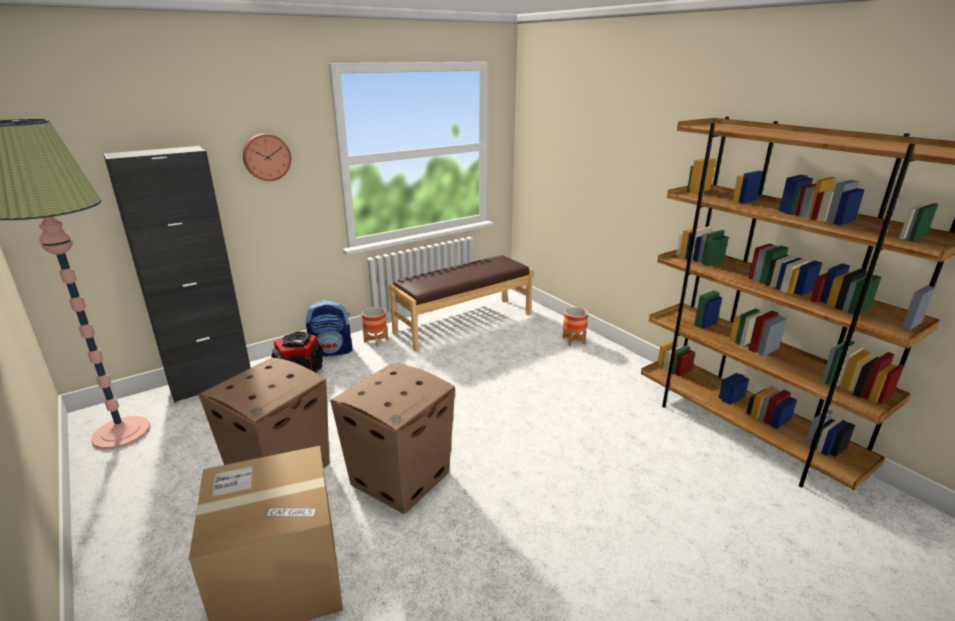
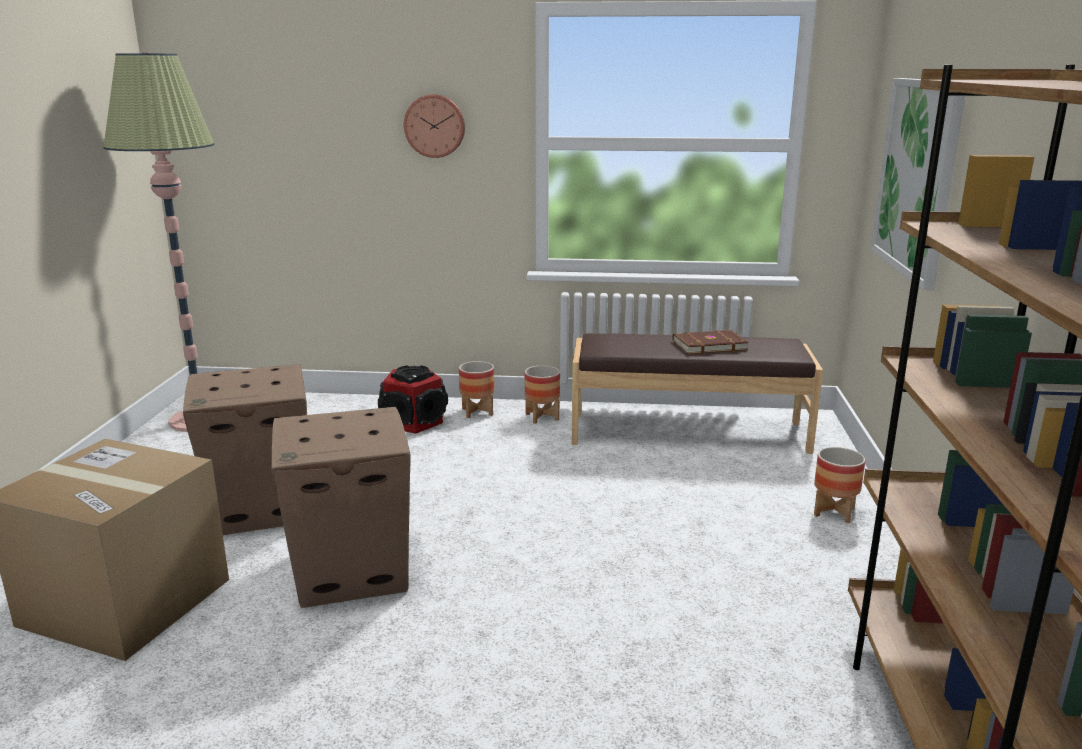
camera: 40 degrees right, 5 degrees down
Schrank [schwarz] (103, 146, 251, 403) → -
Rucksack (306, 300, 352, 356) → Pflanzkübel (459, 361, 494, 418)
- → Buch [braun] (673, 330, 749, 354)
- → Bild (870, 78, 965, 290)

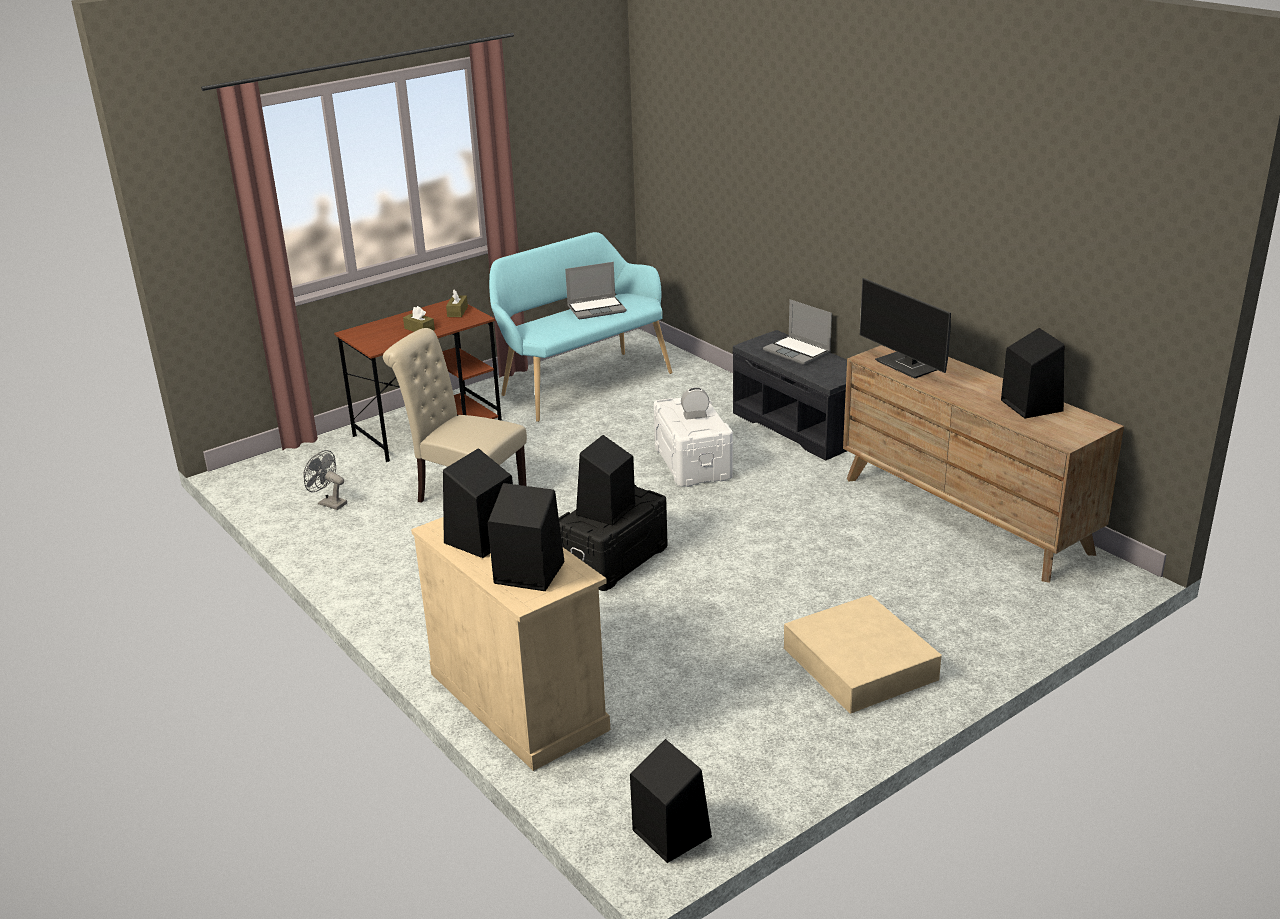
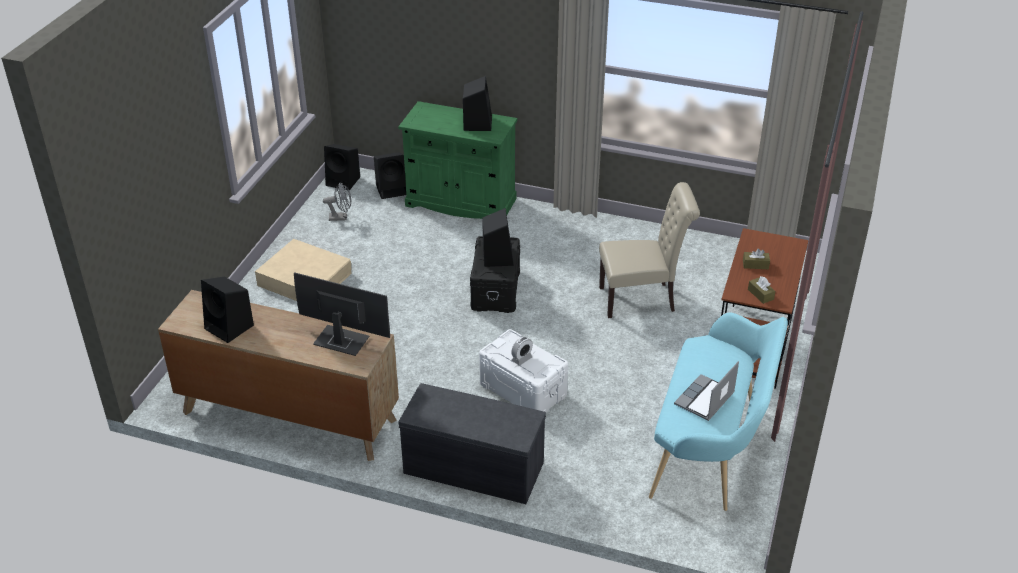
camera: 145 degrees right, 10 degrees up
Ventilator [grau] (303, 450, 347, 510) → Ventilator [grau] (323, 182, 351, 221), shifted
Schrank [beige] (411, 517, 610, 771) → Schrank [grün] (398, 101, 518, 219)
Lautsprecher [schwarz] (487, 483, 565, 591) → Lautsprecher [schwarz] (374, 152, 406, 199), shifted
Laptop (763, 299, 832, 365) → -

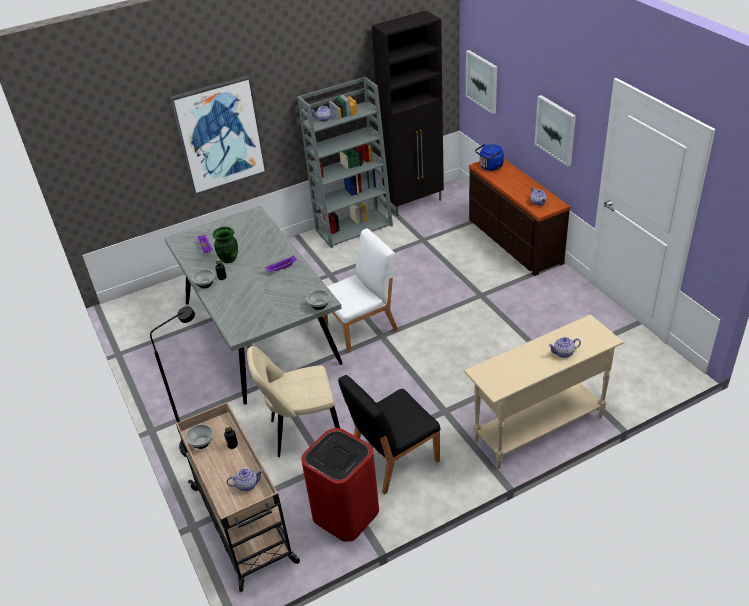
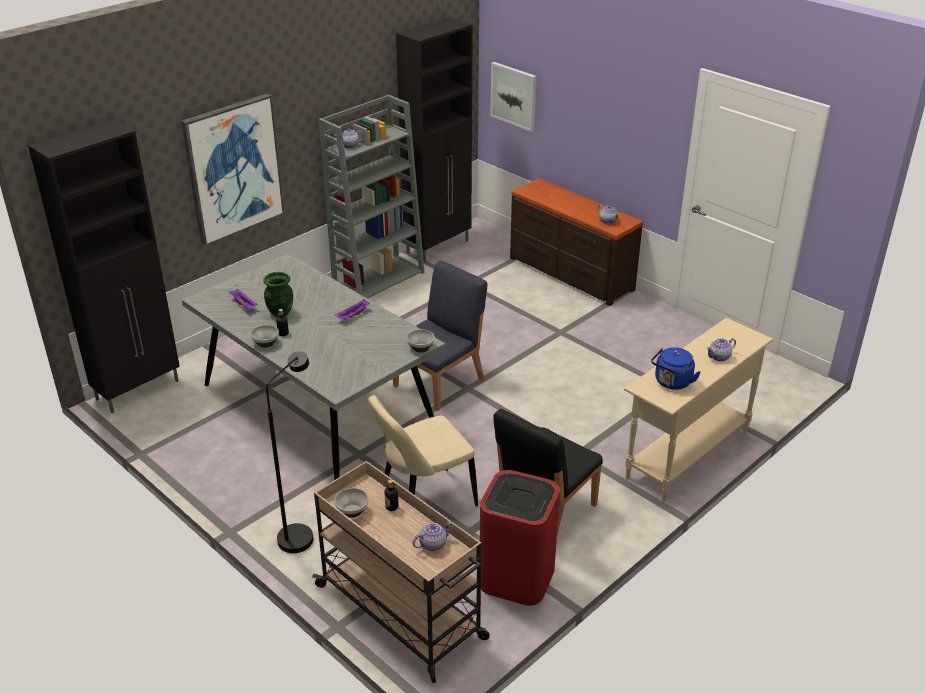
camera: 20 degrees left, 5 degrees down
Stuhl [weiß] (323, 228, 398, 353) → Stuhl [blau] (393, 260, 487, 411)
Wasserkessel [blau] (475, 144, 504, 171) → Wasserkessel [blau] (651, 347, 701, 390), shifted
Bild (535, 95, 576, 166) → -
- → Schrank [schwarz] (28, 119, 180, 413)

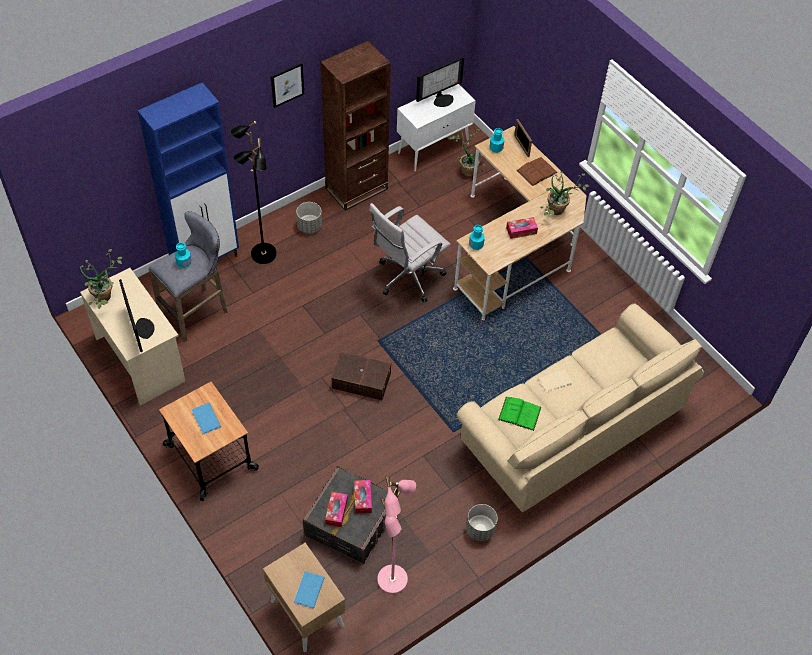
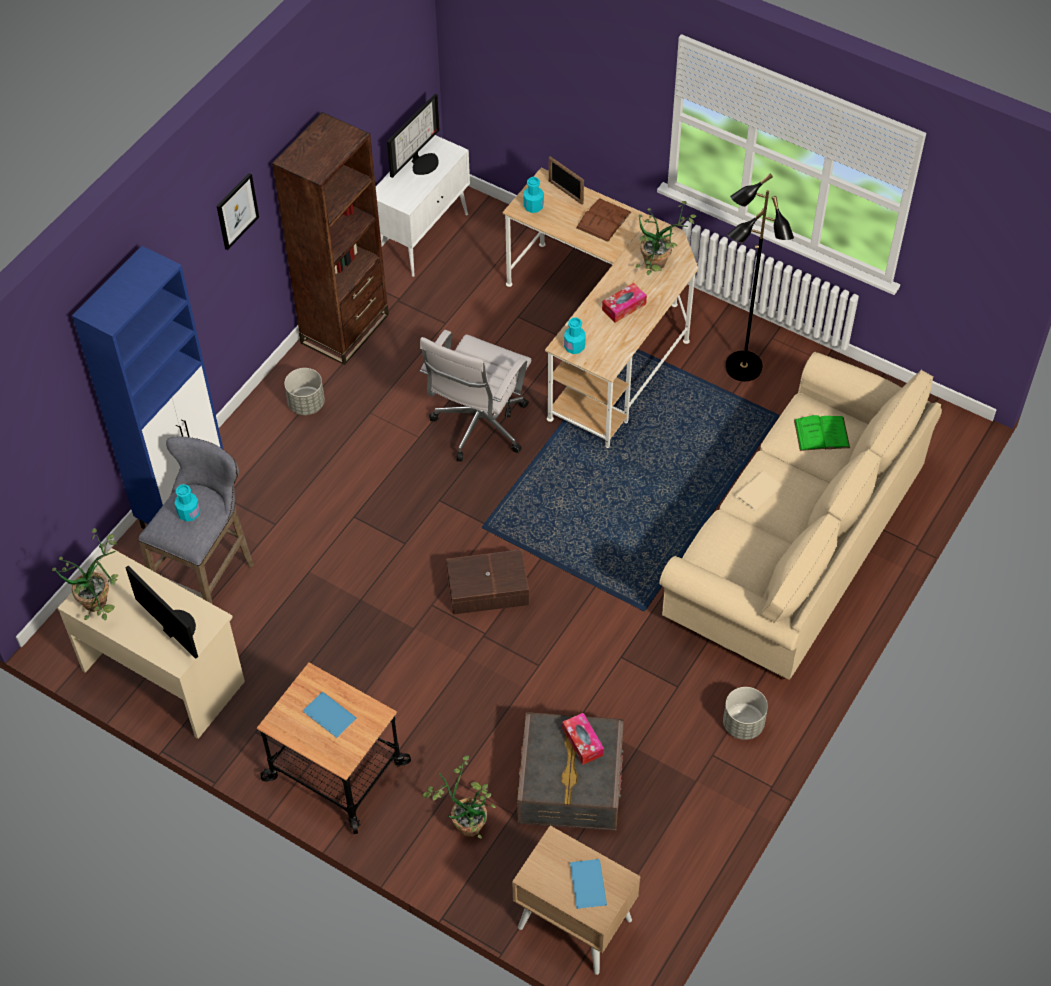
camera: 20 degrees left, 0 degrees up
Stehlampe [schwarz] (230, 121, 277, 264) → Stehlampe [schwarz] (725, 173, 794, 381), shifted
Taschentuchbox (325, 492, 348, 527) → -
Stehlampe [rosa] (377, 476, 416, 594) → -
Topfpflanze (448, 129, 485, 177) → Topfpflanze (423, 756, 496, 838), shifted
Buch [grün] (498, 397, 541, 431) → Buch [grün] (794, 415, 850, 451), shifted

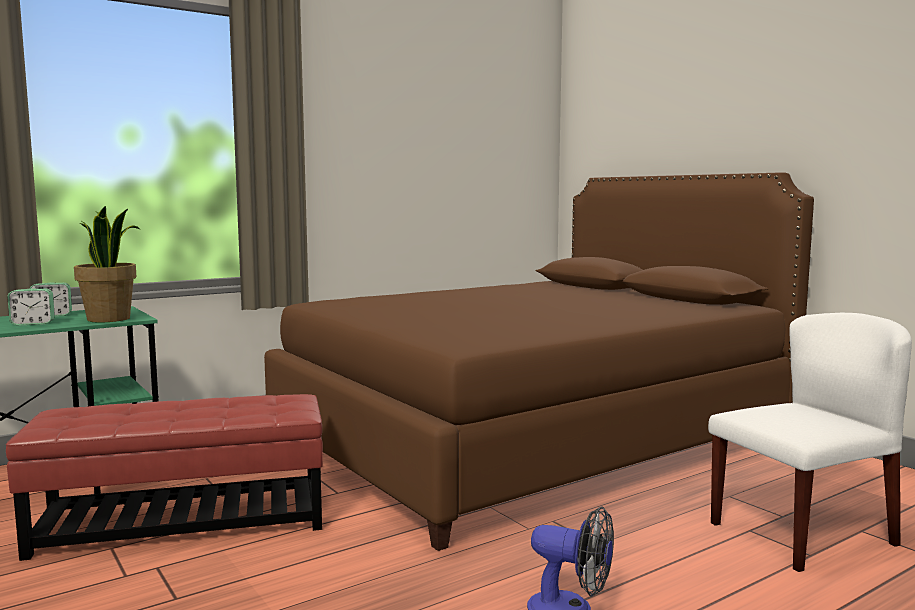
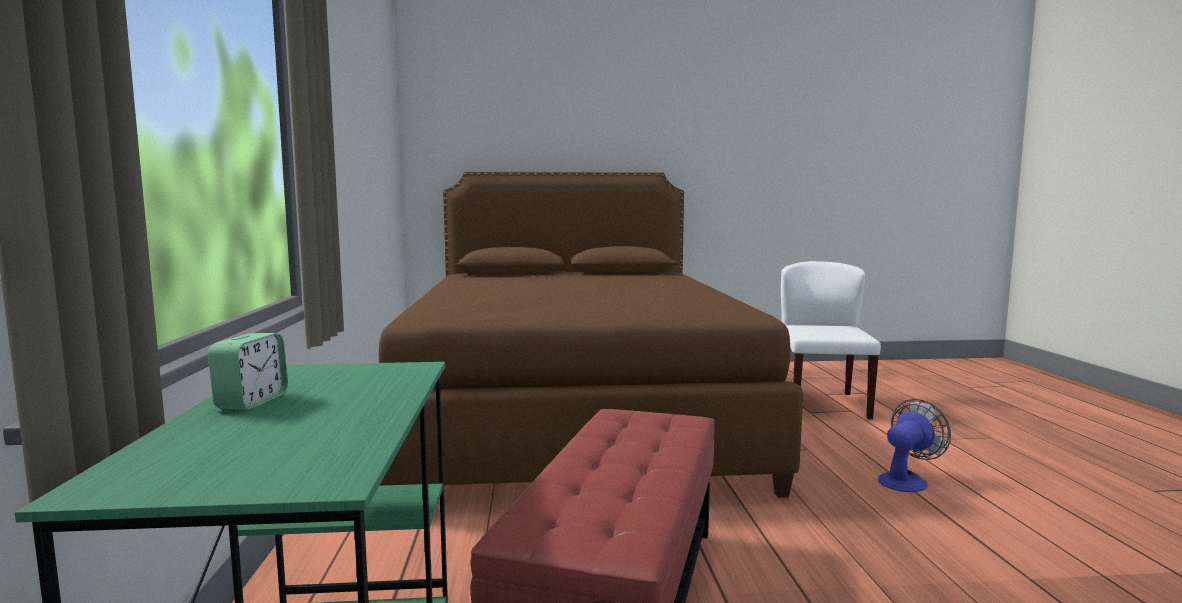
camera: 60 degrees left, 0 degrees up
Wecker (8, 289, 55, 326) → -
Topfpflanze (74, 206, 140, 322) → -

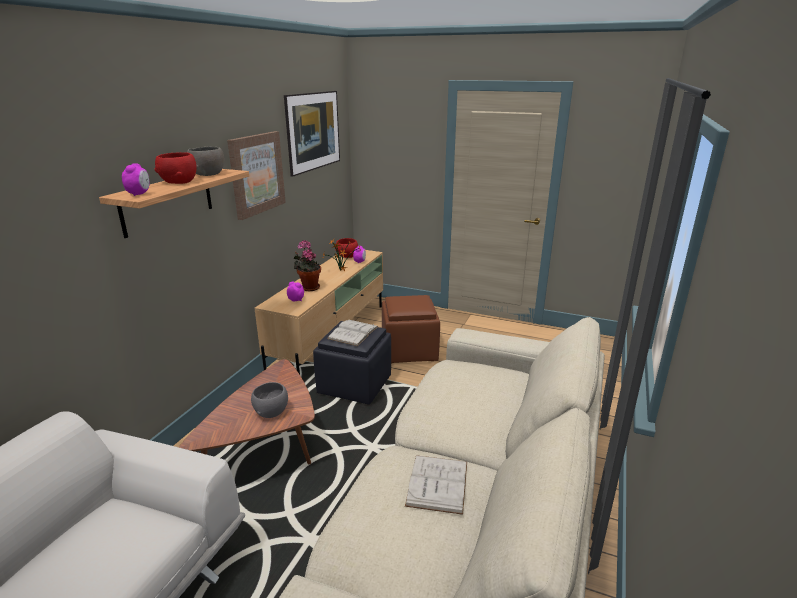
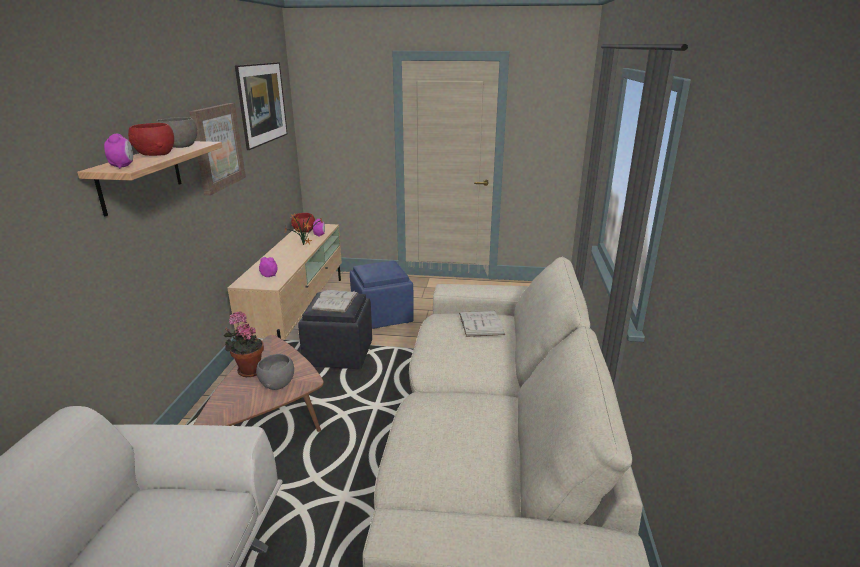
camera: 15 degrees left, 0 degrees up
Topfpflanze (294, 240, 321, 291) → Topfpflanze (224, 312, 264, 377), shifted
Polsterhocker [braun] (382, 295, 440, 363) → Polsterhocker [blau] (350, 261, 414, 329)
Buch [weiß] (405, 455, 467, 515) → Buch [weiß] (459, 311, 505, 337), shifted

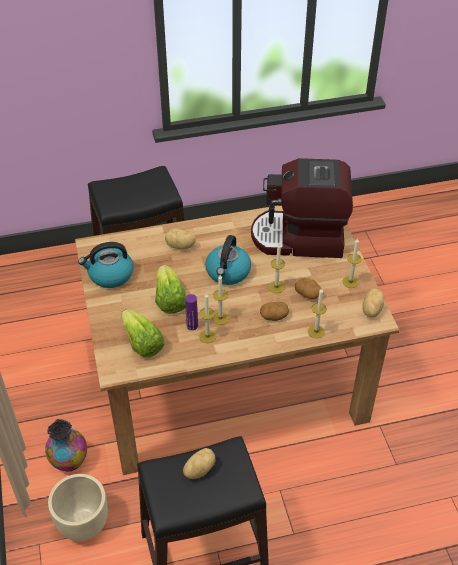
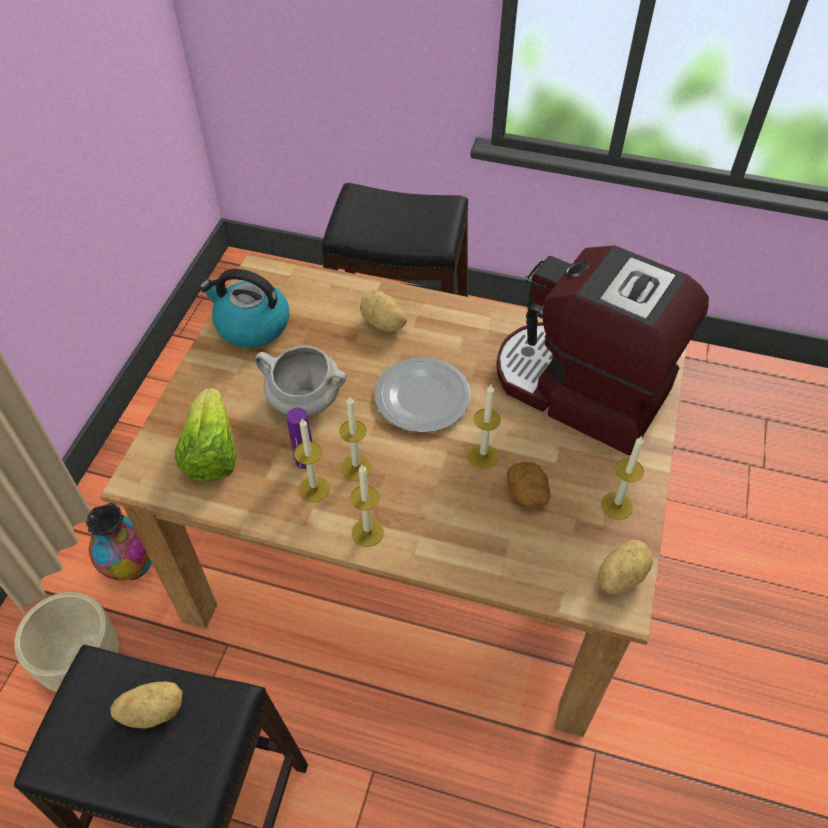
camera: 30 degrees right, 5 degrees up
Salatkopf (155, 265, 186, 314) → Kochtopf [weiß] (255, 346, 347, 417)
Wasserkessel (205, 235, 251, 285) → Teller (374, 357, 471, 433)
Kartoffel (260, 302, 289, 321) → -
Kerze (308, 288, 327, 338) → Kerze (350, 465, 384, 547), shifted

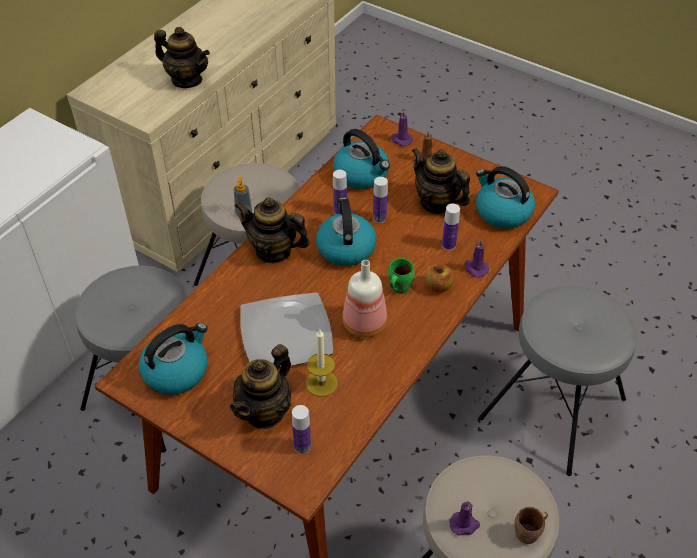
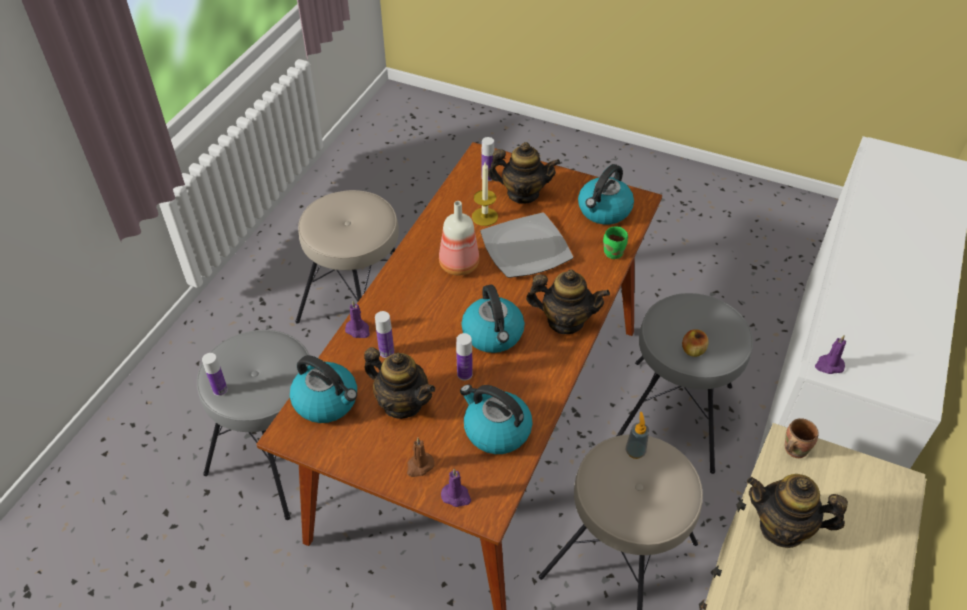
camera: 170 degrees right, 0 degrees up
Teekanne (230, 344, 291, 429) → Teekanne (488, 142, 560, 204), 75 degrees clockwise
Flasche (333, 170, 347, 215) → Flasche (202, 353, 228, 396), shifted
Henkelbecher [grün] (388, 258, 415, 294) → Henkelbecher [grün] (603, 226, 628, 259), shifted
Apfel (426, 264, 454, 293) → Apfel (682, 329, 709, 357), shifted
Kerze [lila] (450, 501, 480, 535) → Kerze [lila] (815, 335, 846, 374), shifted
Henkelbecher [braun] (514, 507, 548, 544) → Henkelbecher [braun] (785, 418, 819, 458), shifted

